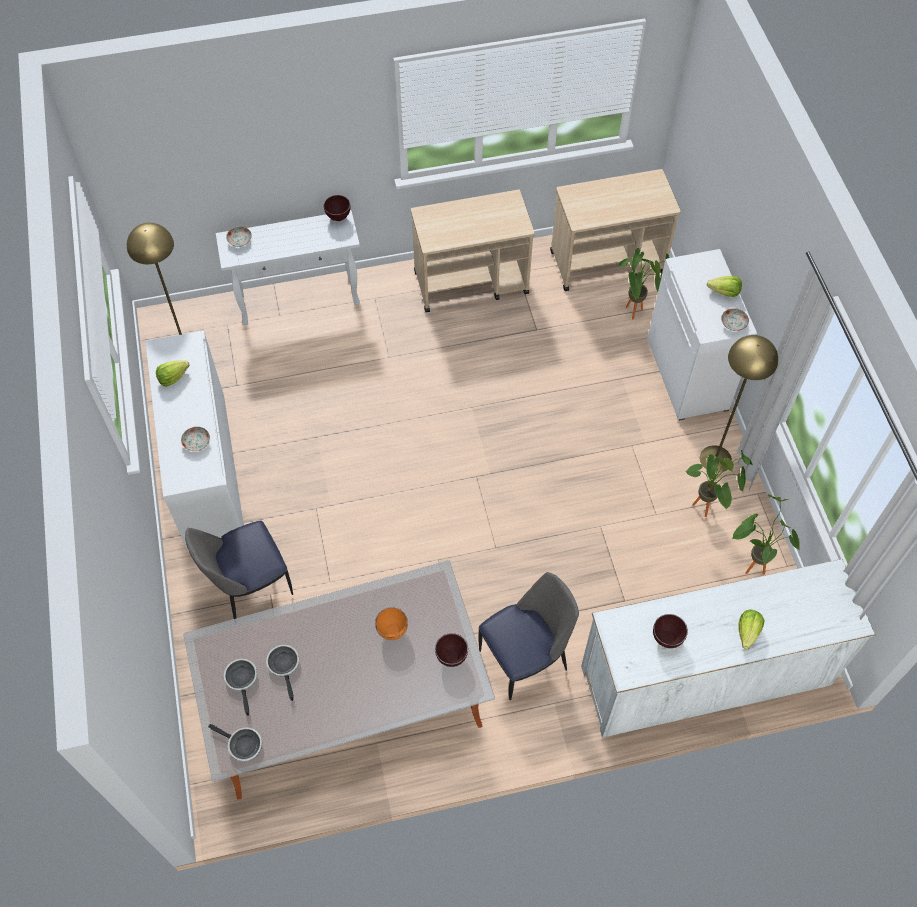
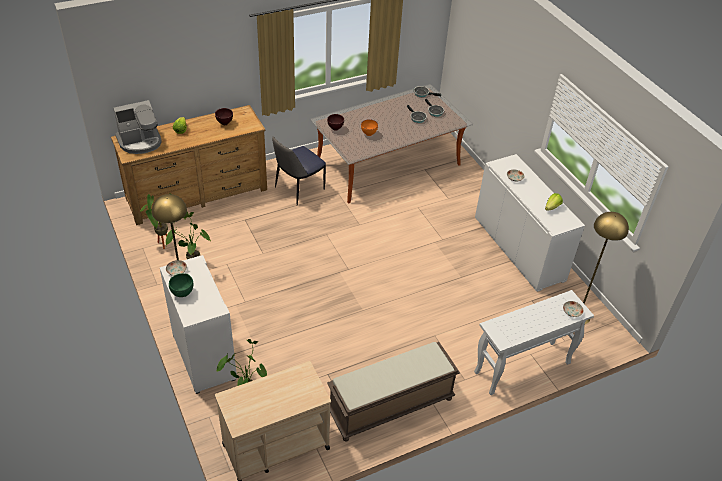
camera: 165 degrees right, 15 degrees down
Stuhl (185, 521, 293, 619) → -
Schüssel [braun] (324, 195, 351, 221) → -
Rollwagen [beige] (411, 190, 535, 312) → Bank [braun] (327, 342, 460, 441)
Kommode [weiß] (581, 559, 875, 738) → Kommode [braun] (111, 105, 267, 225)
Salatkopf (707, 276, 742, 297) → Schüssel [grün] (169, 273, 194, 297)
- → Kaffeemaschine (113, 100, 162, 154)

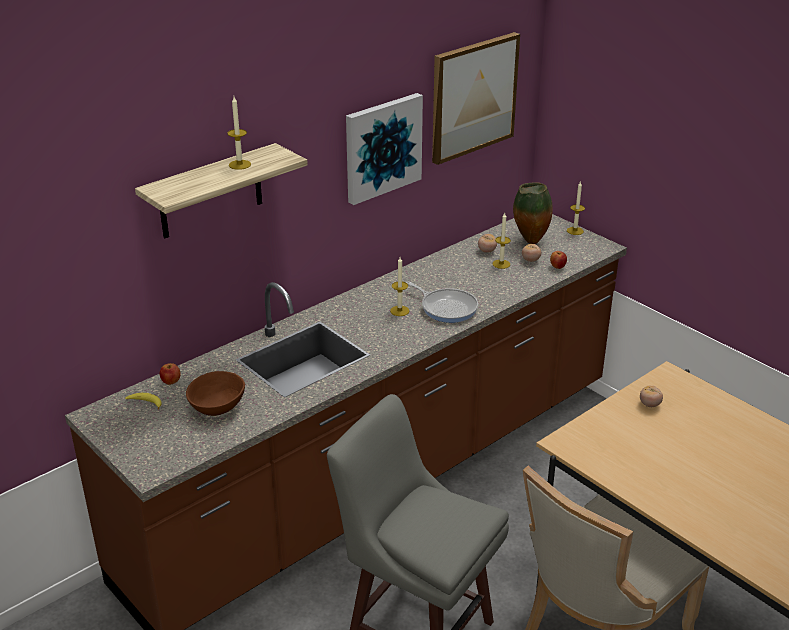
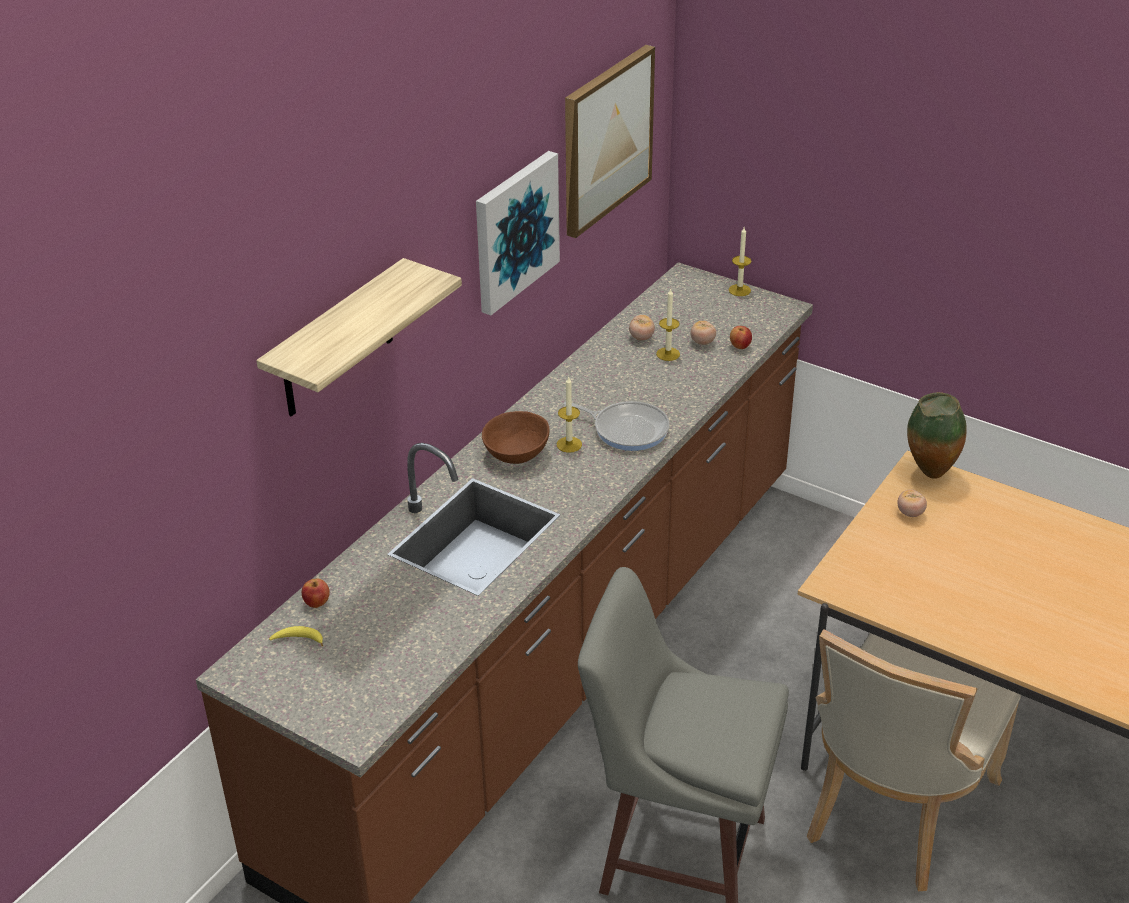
camera: 15 degrees left, 5 degrees up
Schüssel [braun] (186, 371, 245, 416) → Schüssel [braun] (482, 411, 550, 464), shifted
Kerze (227, 97, 251, 170) → -
Vase (513, 182, 553, 244) → Vase (907, 392, 967, 479), shifted

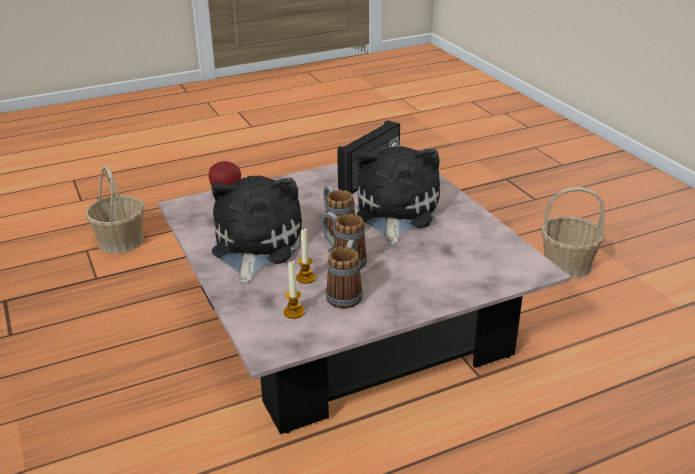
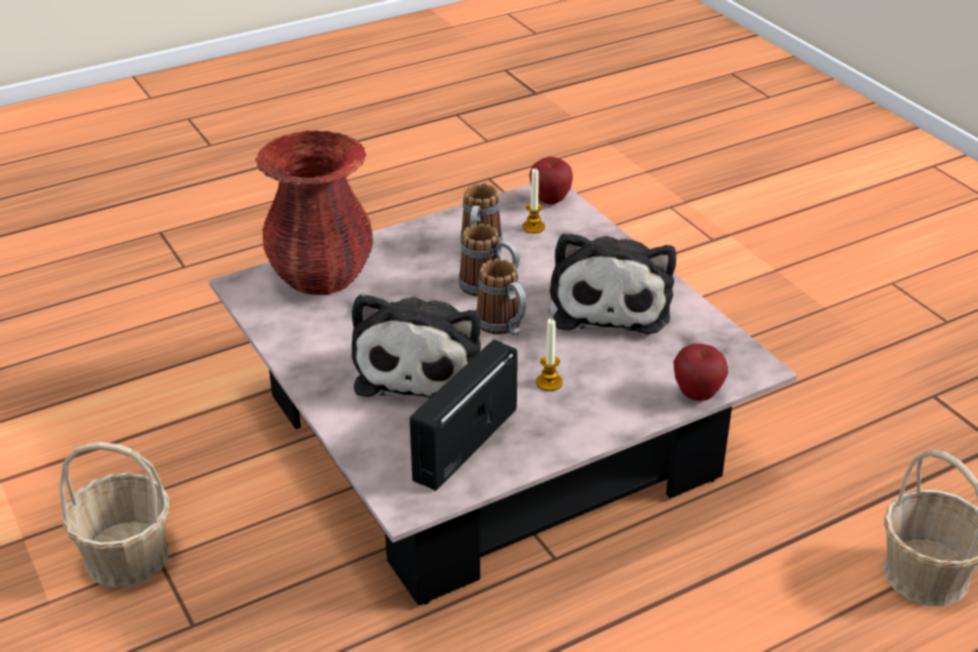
camera: 175 degrees right, 5 degrees up
Kerze (296, 229, 316, 284) → Kerze (536, 319, 563, 391), shifted
- → Vase [rot] (255, 130, 373, 295)
- → Apfel (530, 157, 573, 205)

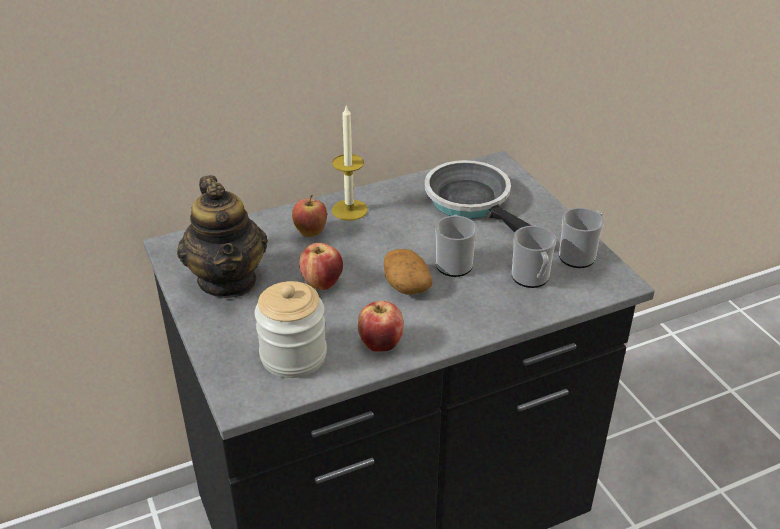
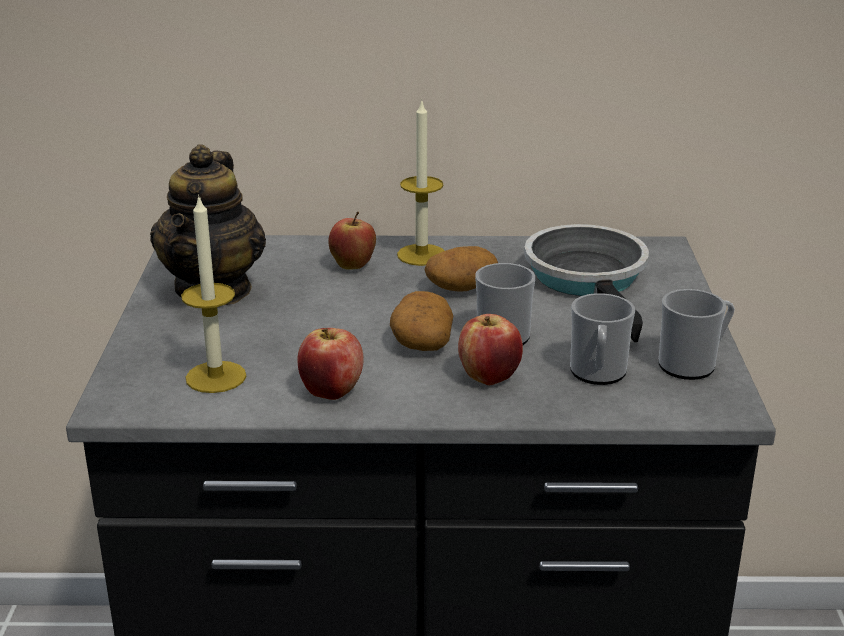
camera: 25 degrees right, 10 degrees down
Vorratsglas (255, 281, 327, 378) → Kerze (181, 194, 246, 393)
Apfel (299, 243, 343, 290) → Apfel (458, 314, 523, 385), shifted
- → Kartoffel (425, 246, 498, 292)

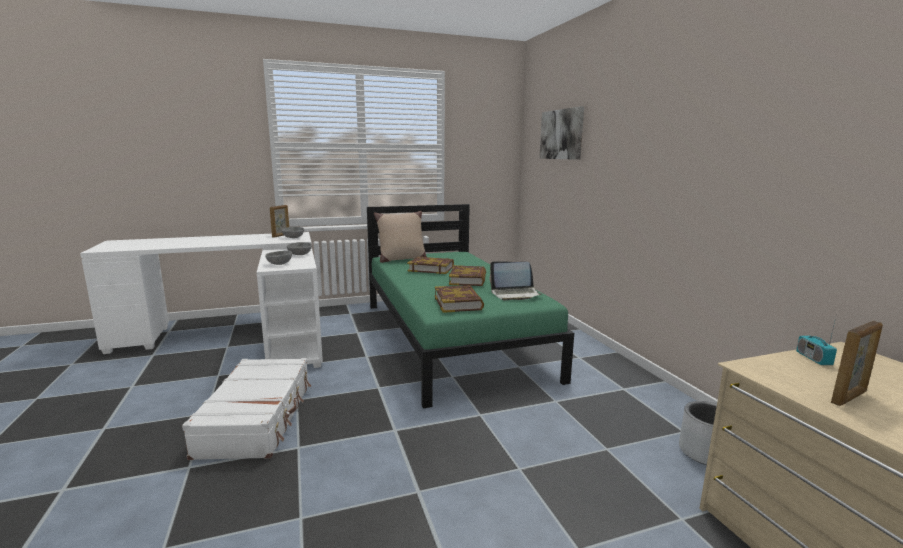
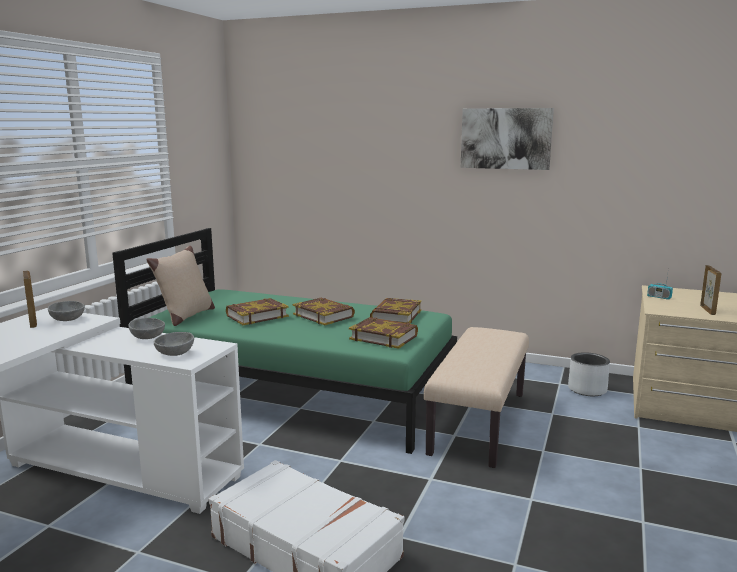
camera: 50 degrees left, 0 degrees up
Laptop (490, 261, 541, 300) → Buch (370, 298, 421, 323)
Bild (539, 106, 584, 160) → Bild (460, 108, 554, 170), shifted
- → Bank [beige] (424, 327, 529, 468)

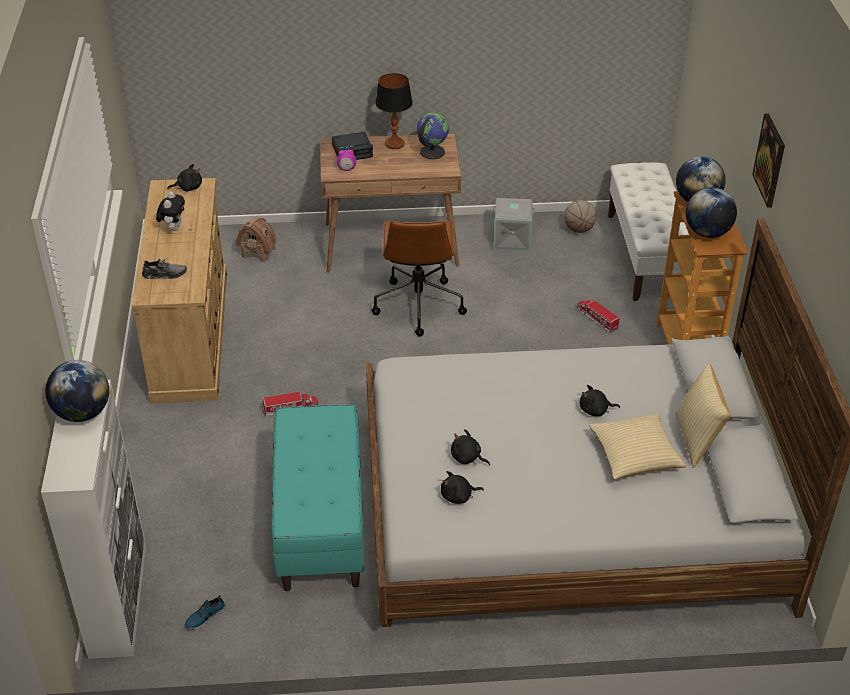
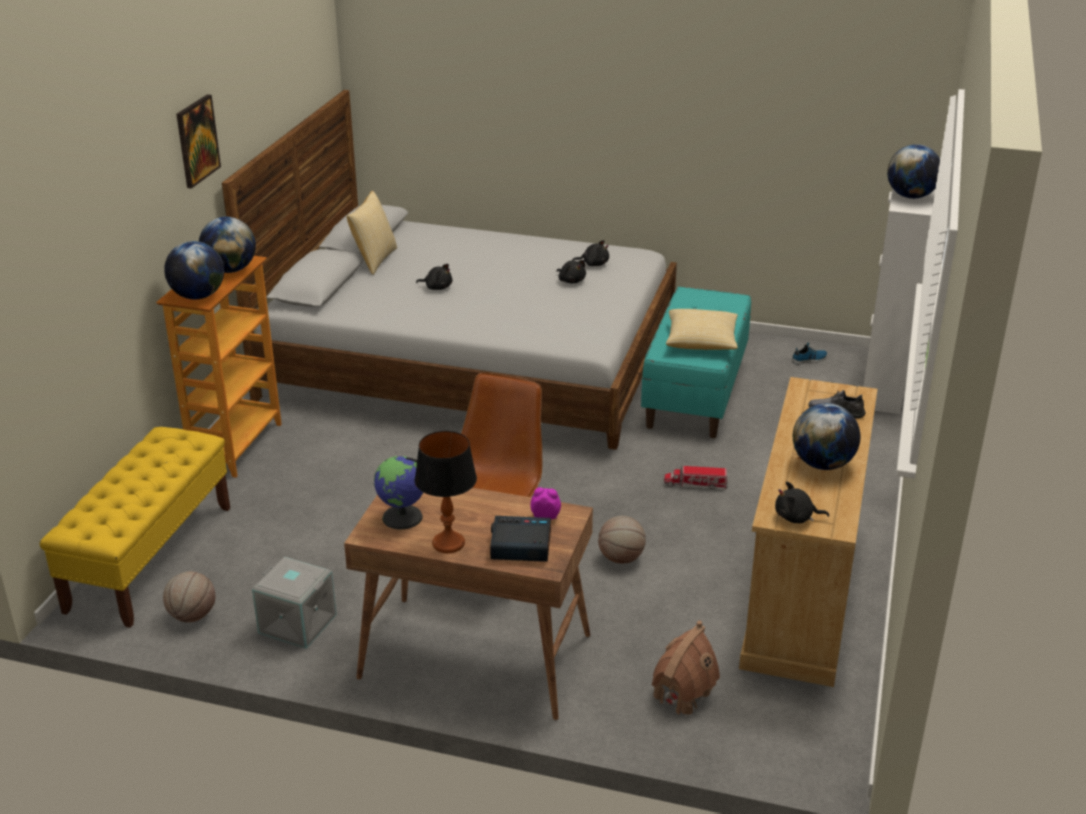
camera: 160 degrees left, 10 degrees down
Plüschtier (156, 192, 185, 231) → Globus (793, 403, 860, 470)
Spielzeuglaster (577, 299, 620, 332) → -
Kissen (589, 414, 686, 480) → Kissen (666, 309, 738, 350), shifted
Bank [weiß] (608, 162, 689, 301) → Bank [gelb] (40, 427, 230, 628)
- → Basketball (598, 516, 646, 563)

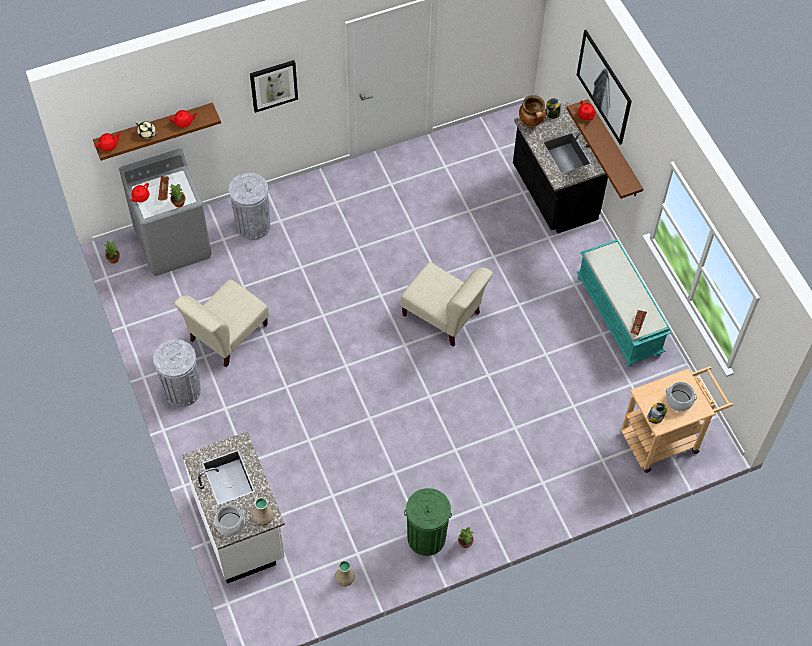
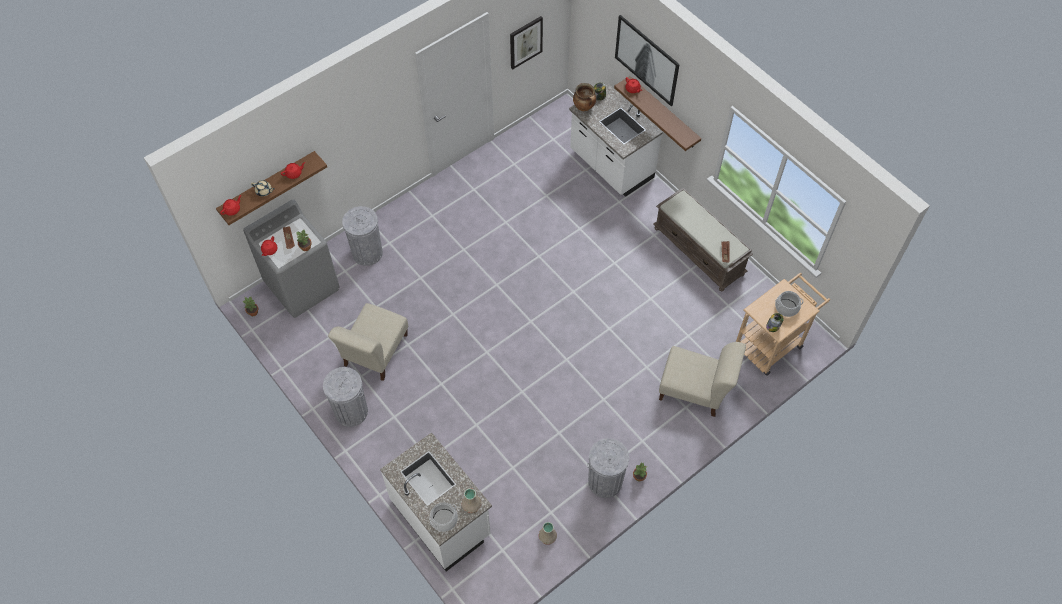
camera: 15 degrees left, 0 degrees up
Bild (250, 60, 298, 113) → Bild (510, 16, 543, 69), shifted
Stuhl [beige] (401, 262, 493, 347) → Stuhl [beige] (659, 342, 746, 417), shifted
Mülleimer [grün] (404, 488, 452, 556) → Mülleimer [grau] (587, 438, 629, 498)
Küchenzeile [schwarz] (513, 102, 608, 234) → Küchenzeile [weiß] (569, 84, 663, 197)
Bank [türkis] (577, 239, 671, 367) → Bank [braun] (653, 188, 753, 291)

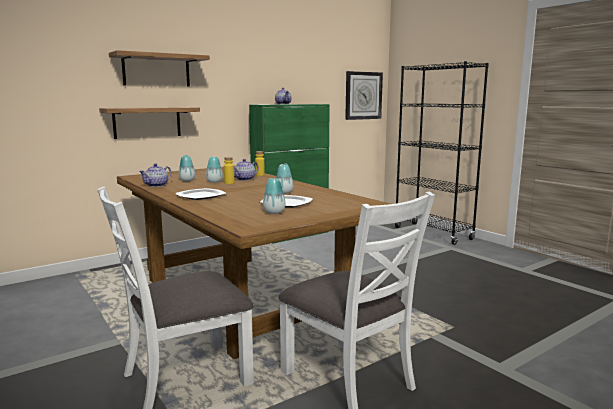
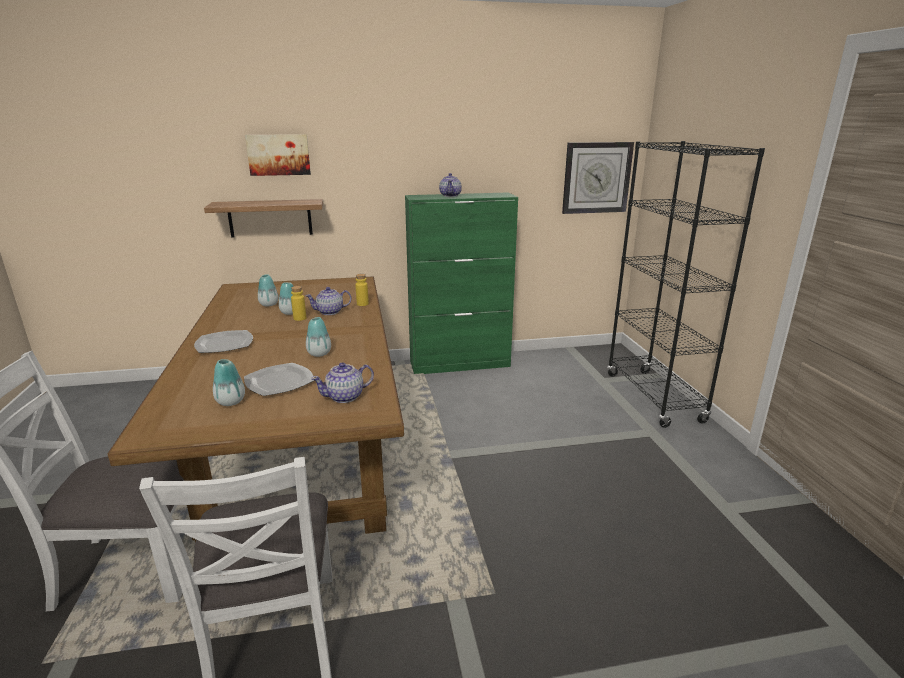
camera: 25 degrees right, 10 degrees up
Wandregal (109, 50, 210, 86) → Bild (245, 134, 311, 176)
Teekanne (139, 163, 172, 187) → Teekanne (311, 362, 374, 403), shifted

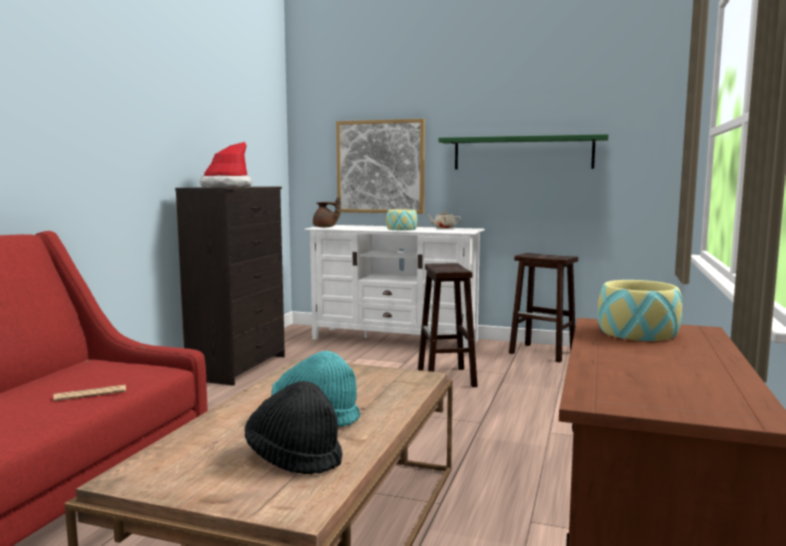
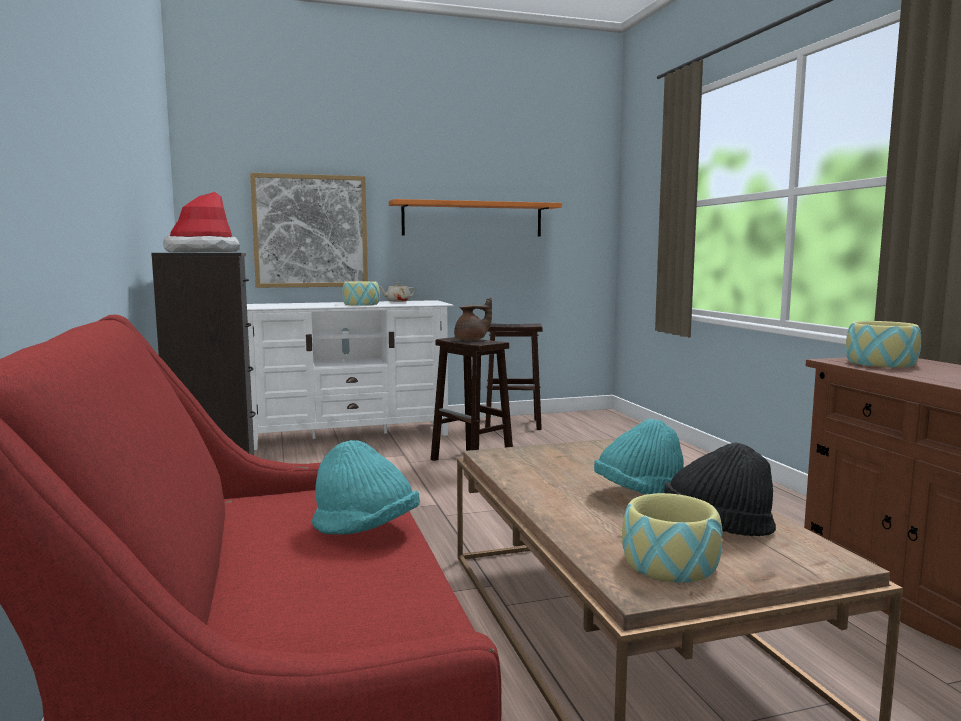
camera: 35 degrees left, 0 degrees up
Zeitung (53, 385, 126, 401) → Hut [türkis] (312, 440, 420, 535)
Teekanne [braun] (313, 197, 341, 227) → Teekanne [braun] (454, 298, 492, 341), shifted
Wandregal [grün] (438, 134, 608, 169) → Wandregal [orange] (389, 199, 562, 237)
- → Schüssel (622, 493, 722, 583)

